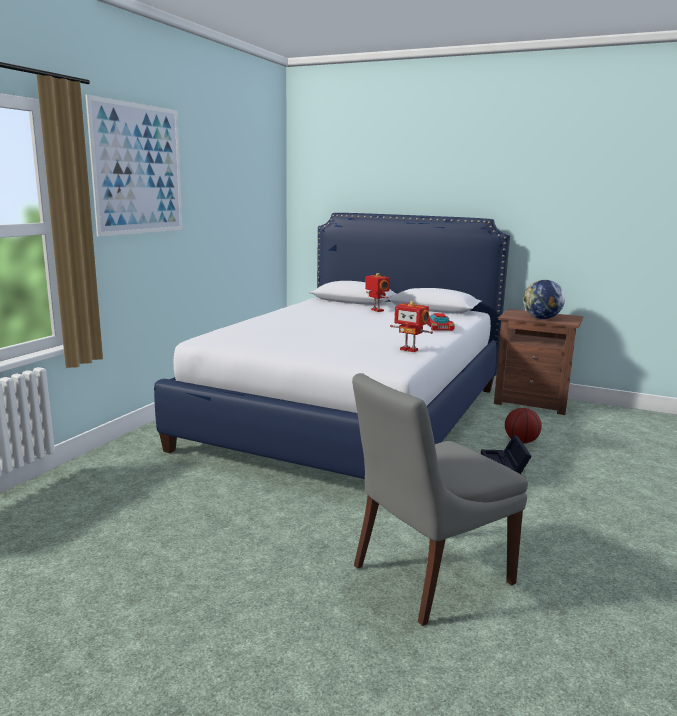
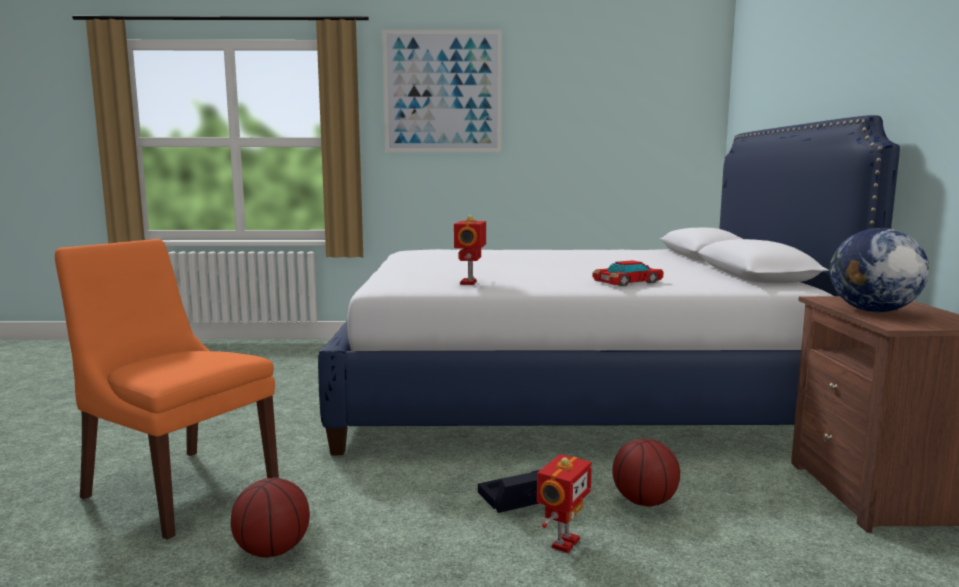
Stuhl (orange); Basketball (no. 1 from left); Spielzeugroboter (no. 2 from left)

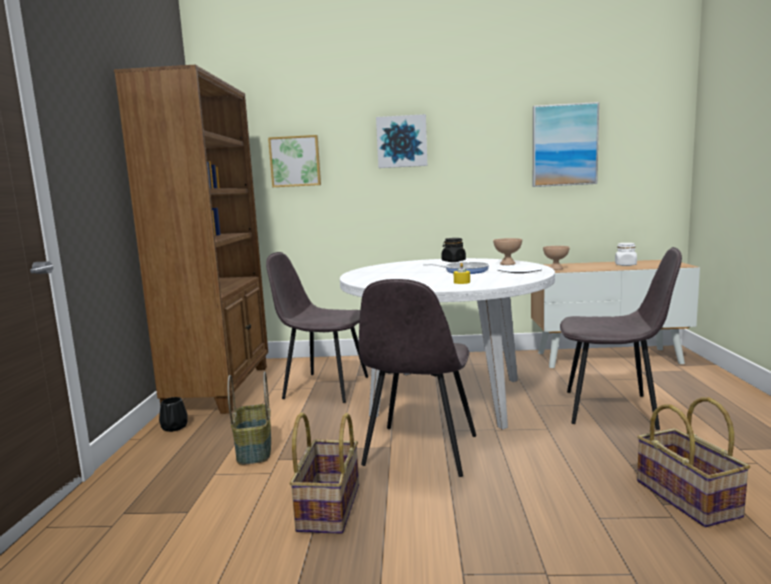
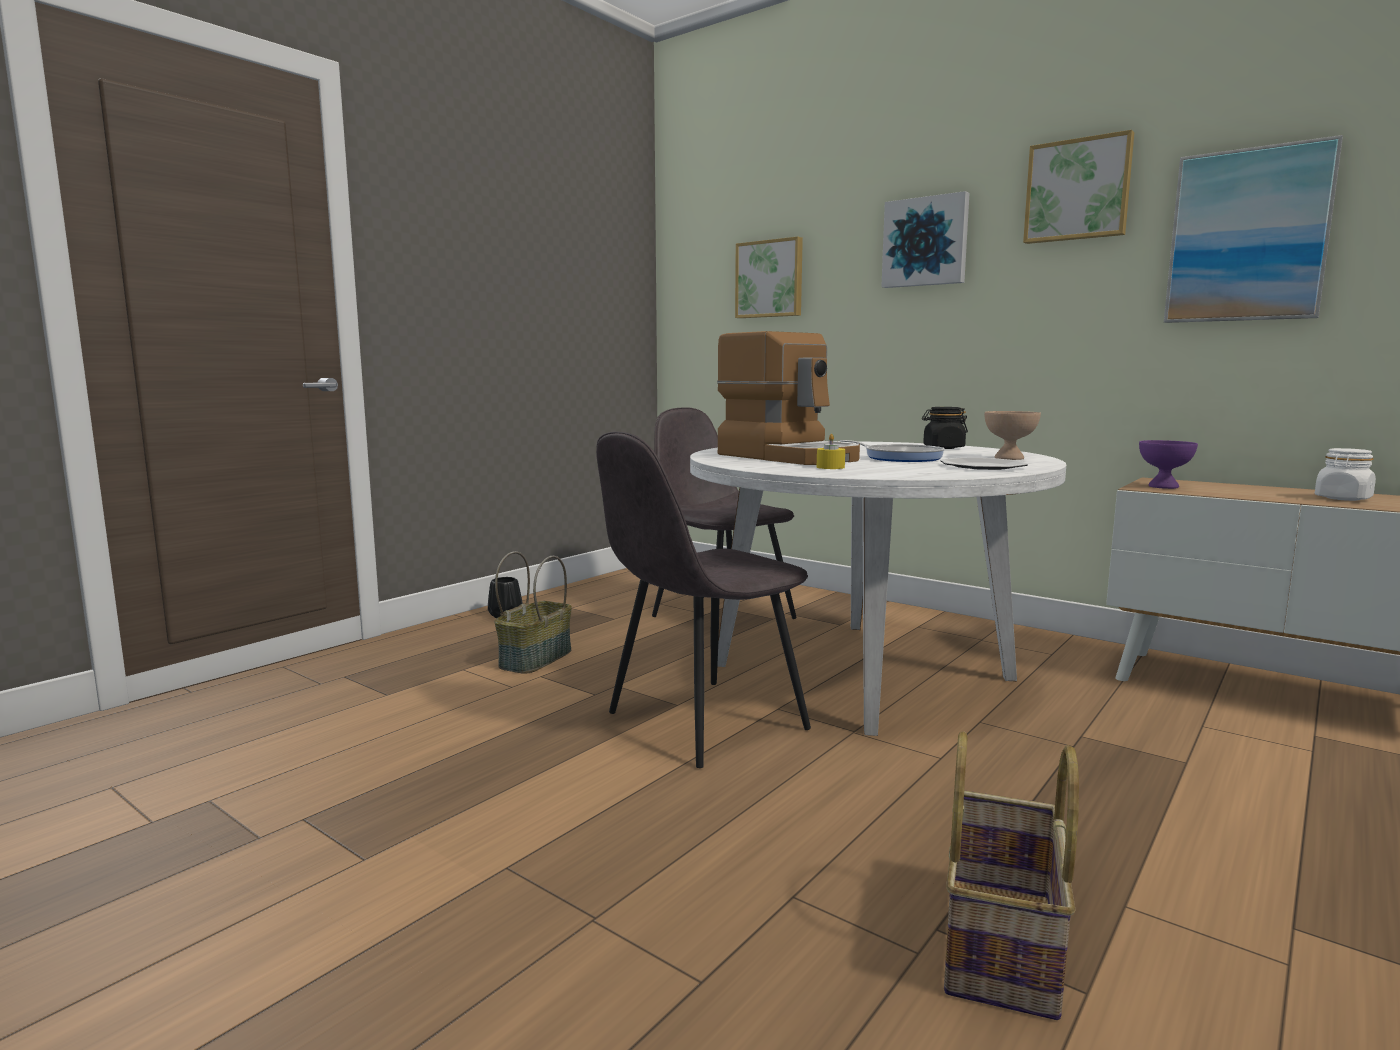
Kaffeemaschine; Bild (no. 3 from left); Schüssel (lila); Bücherregal (braun); Korb (no. 2 from left in the first image); Stuhl (grau) (no. 3 from left in the first image)

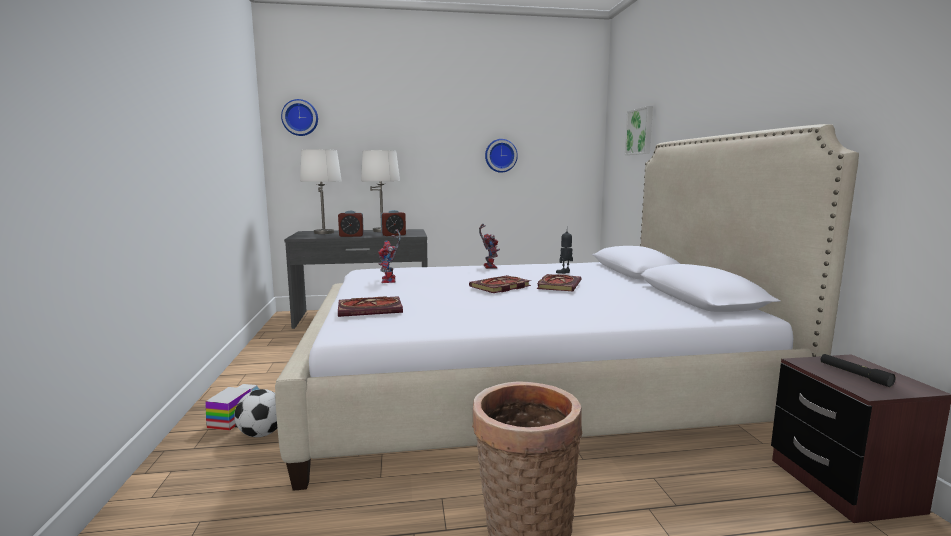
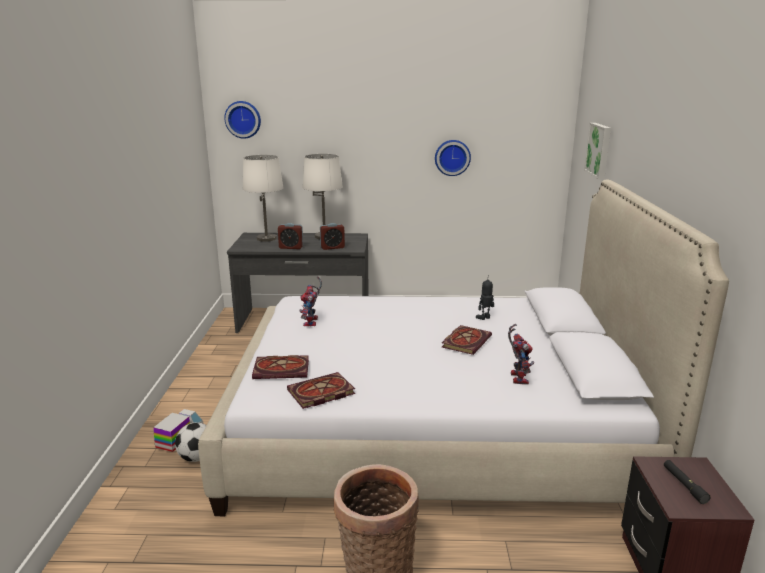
Buch (no. 2 from left); Spielzeugroboter (no. 3 from left)

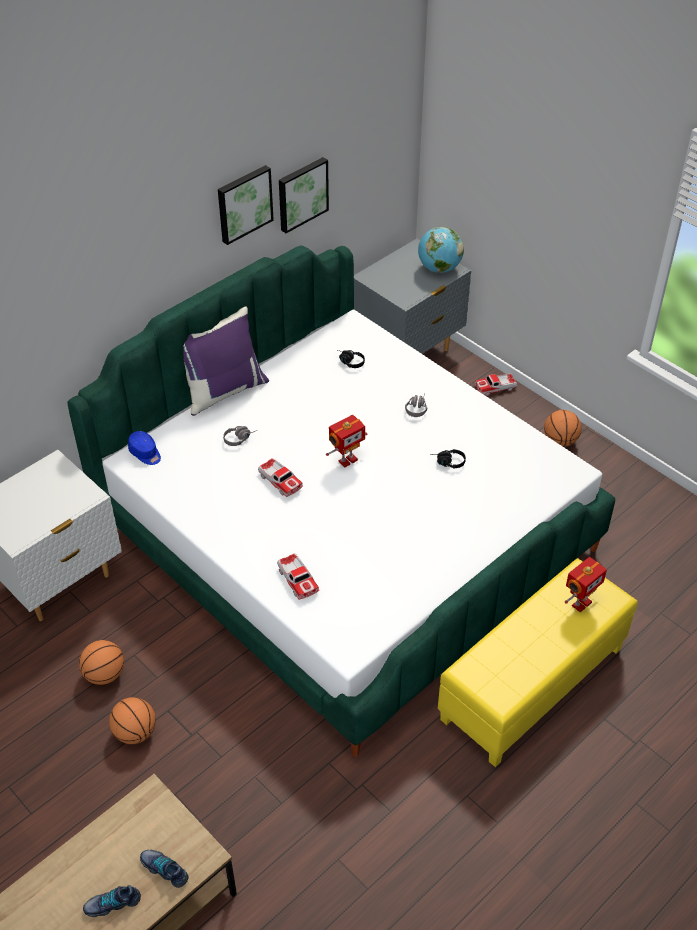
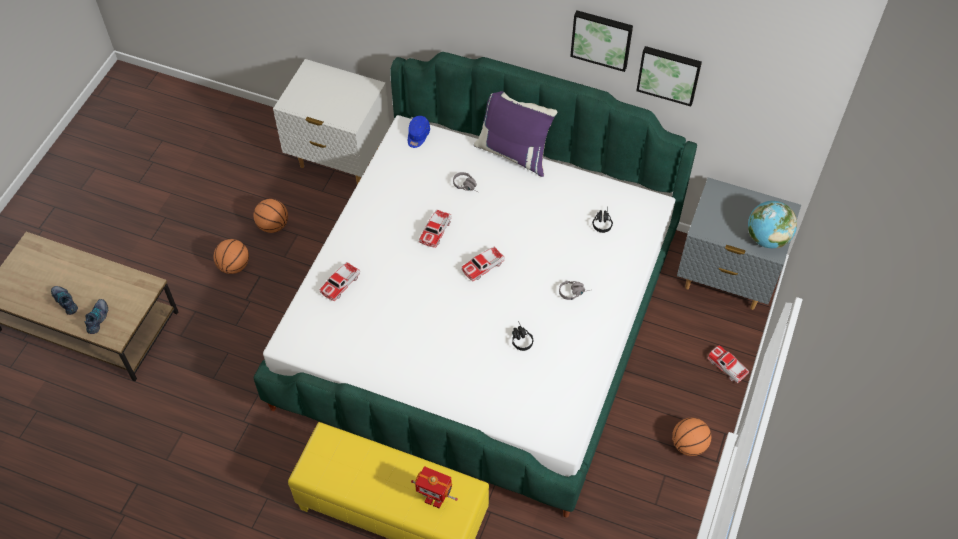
Spielzeugauto (no. 3 from left)

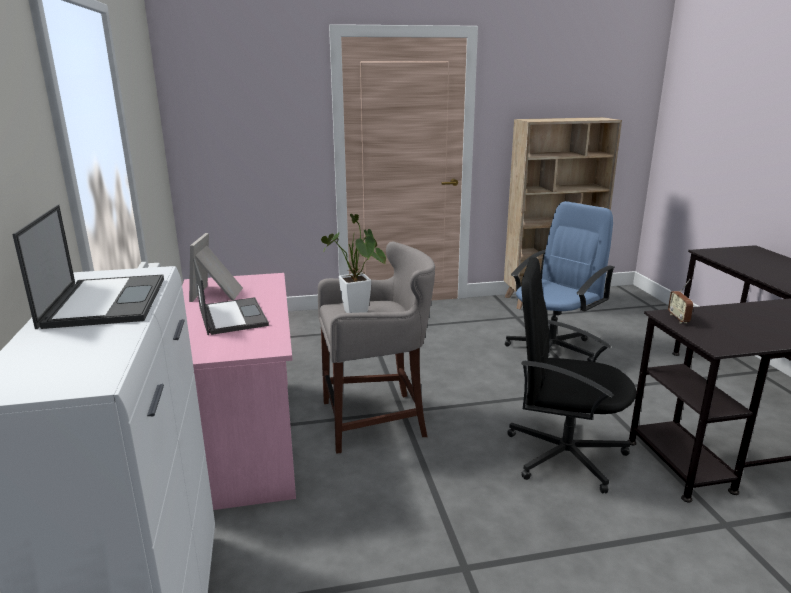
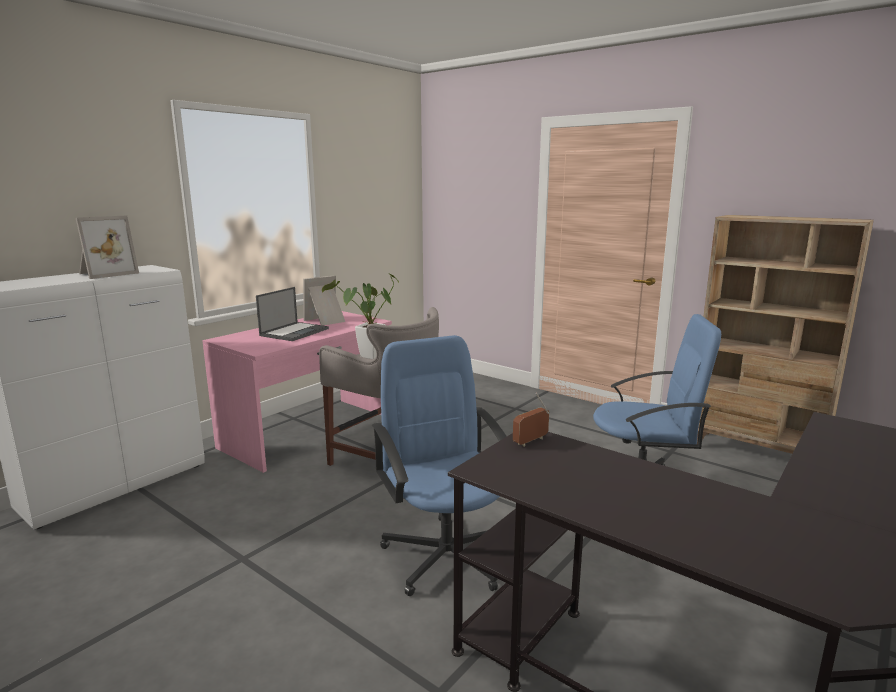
Bilderrahmen (no. 1 from left); Bürostuhl (blau) (no. 1 from left)

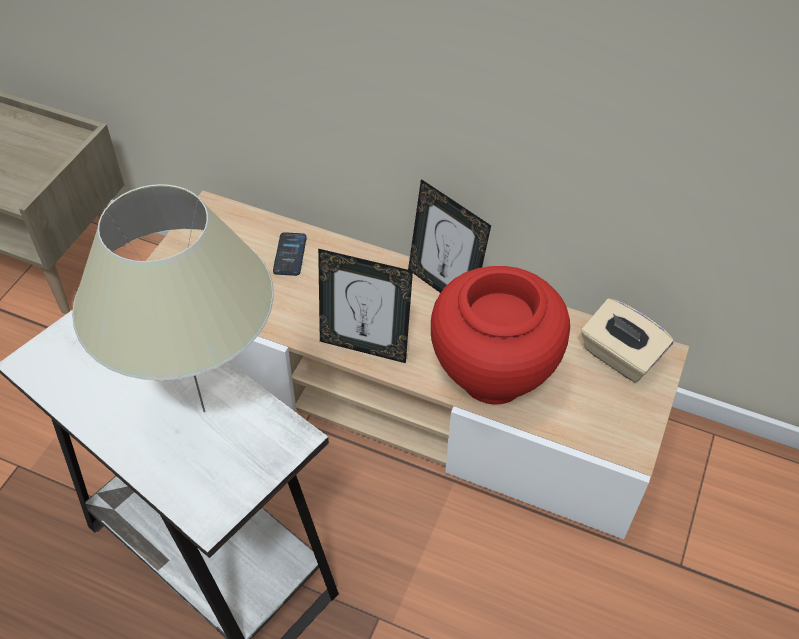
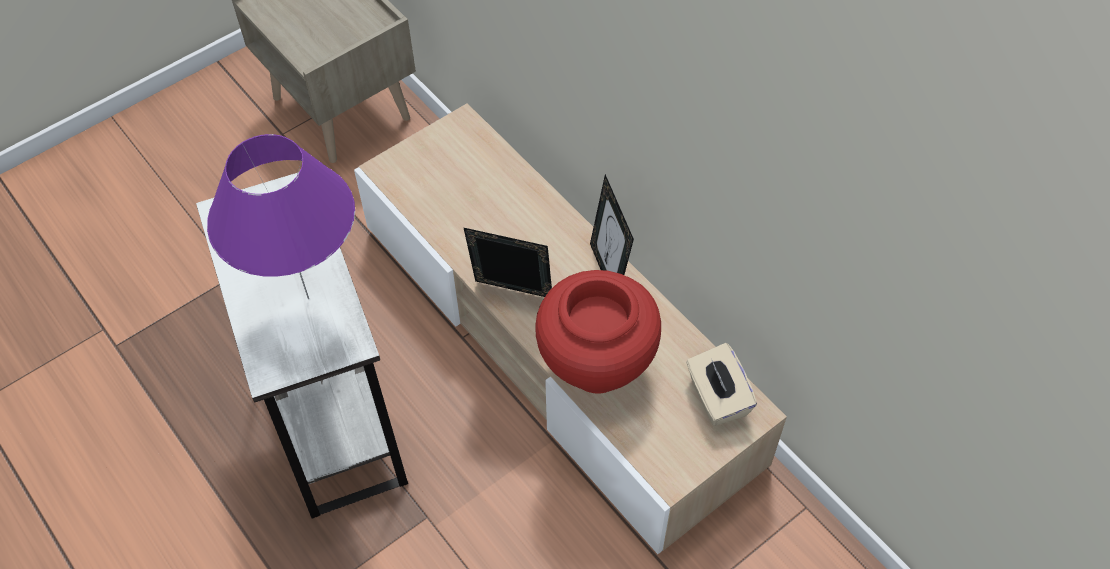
Tischlampe (lila); Bilderrahmen (no. 1 from left); Handy

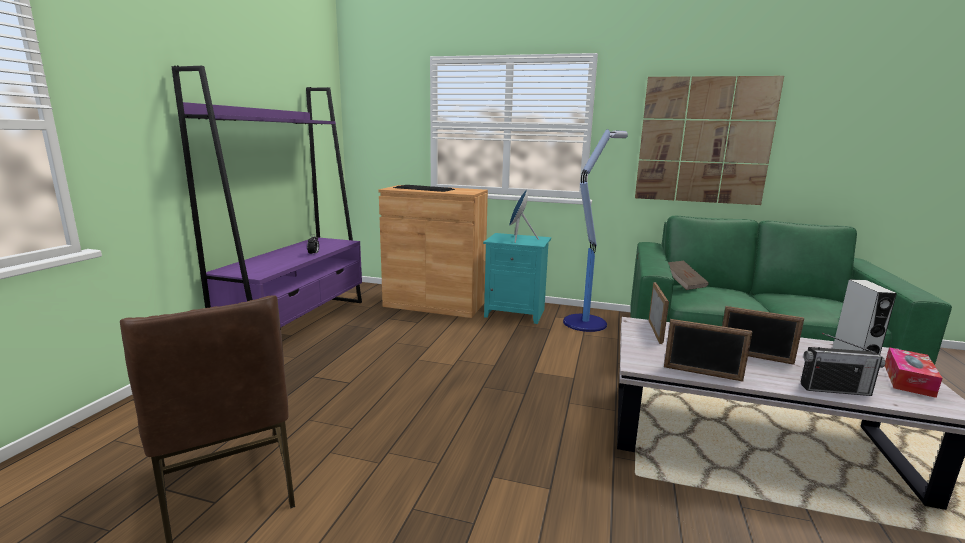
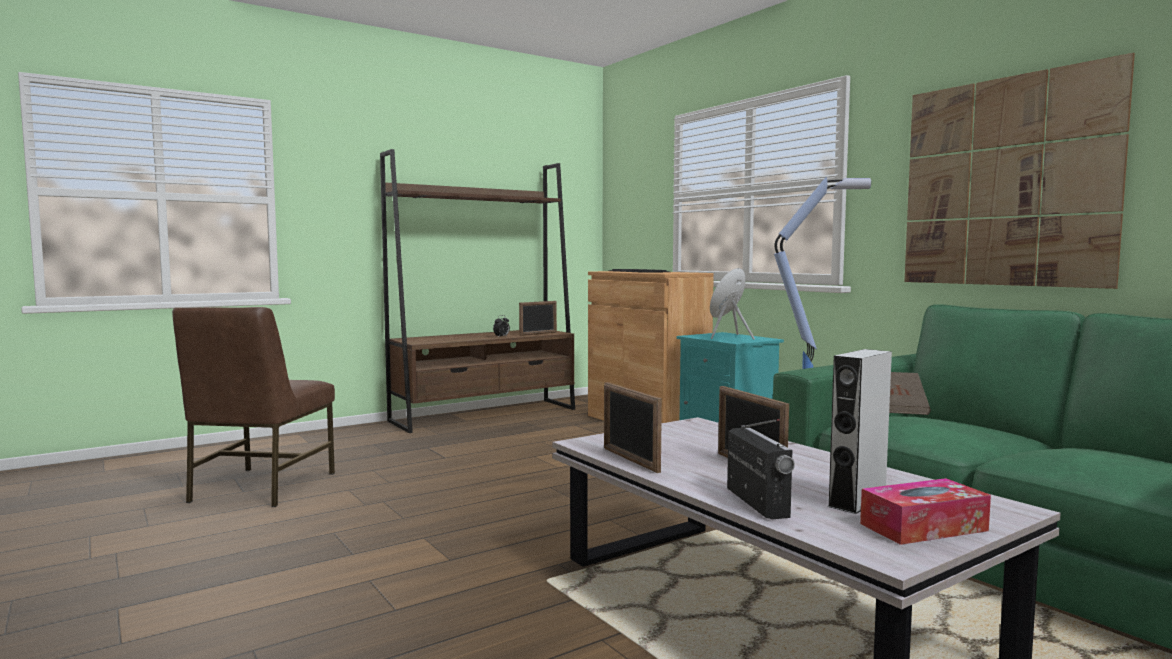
Bücherregal (braun); Bilderrahmen (no. 1 from left); Radio

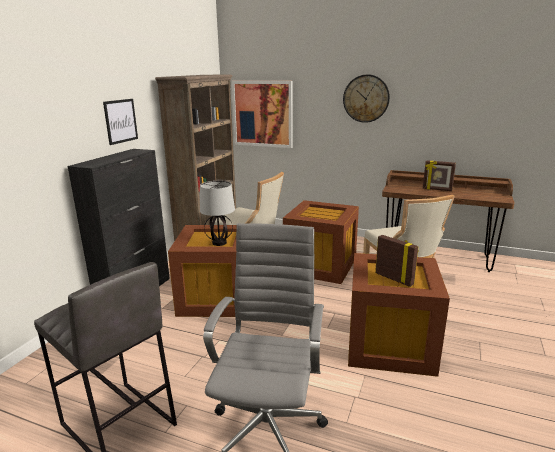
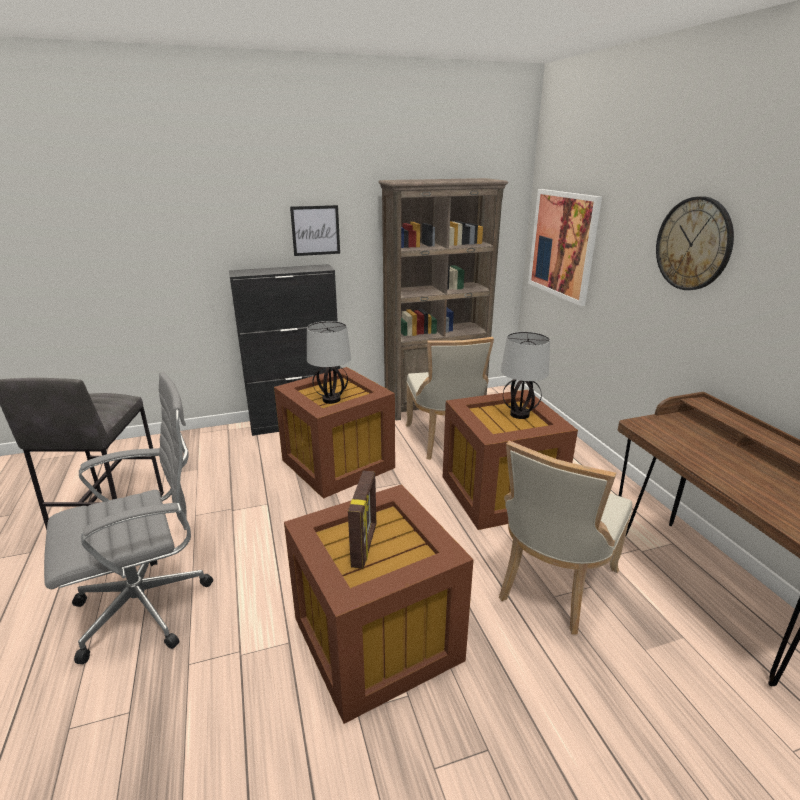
Tischlampe (no. 2 from left); Bilderrahmen (no. 2 from left in the first image)

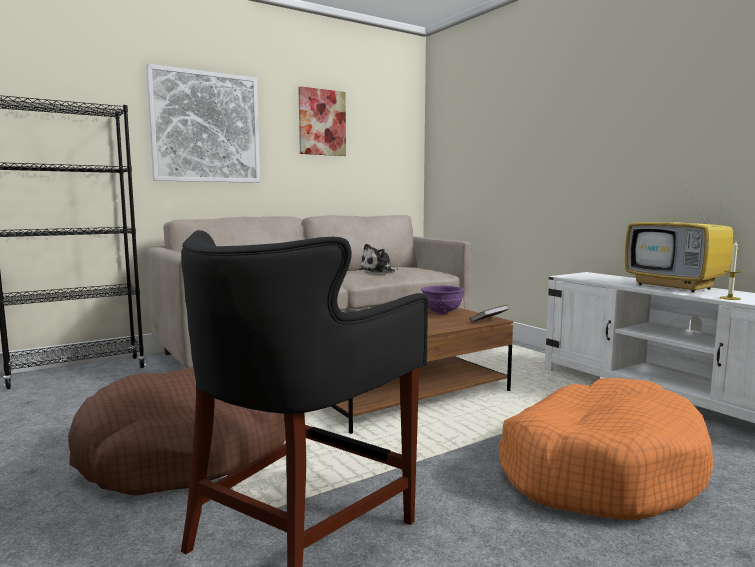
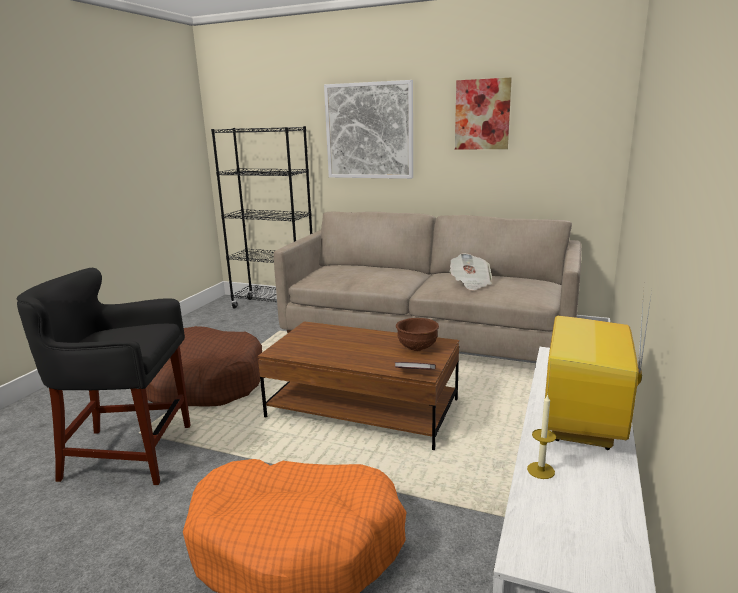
Schüssel (braun); Zeitung

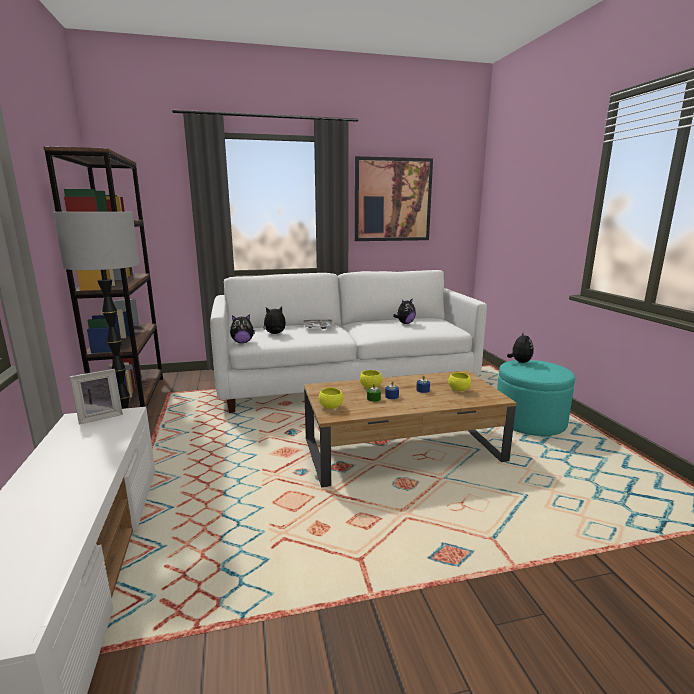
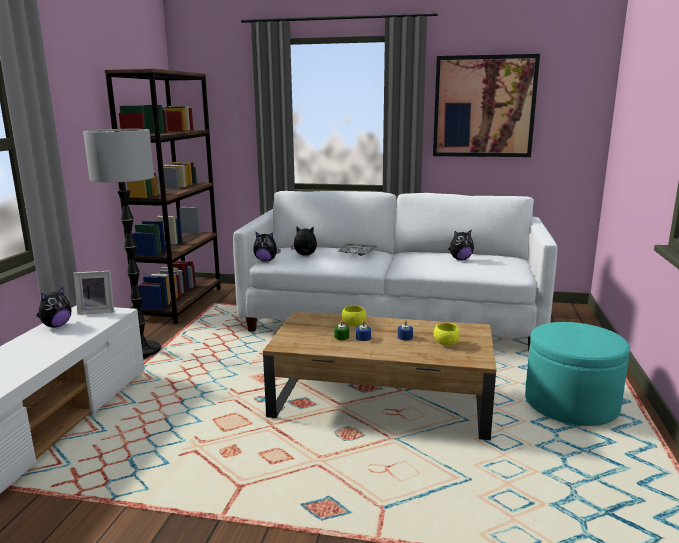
Plüschtier (no. 1 from left); Schüssel (gelb) (no. 1 from left in the first image)

